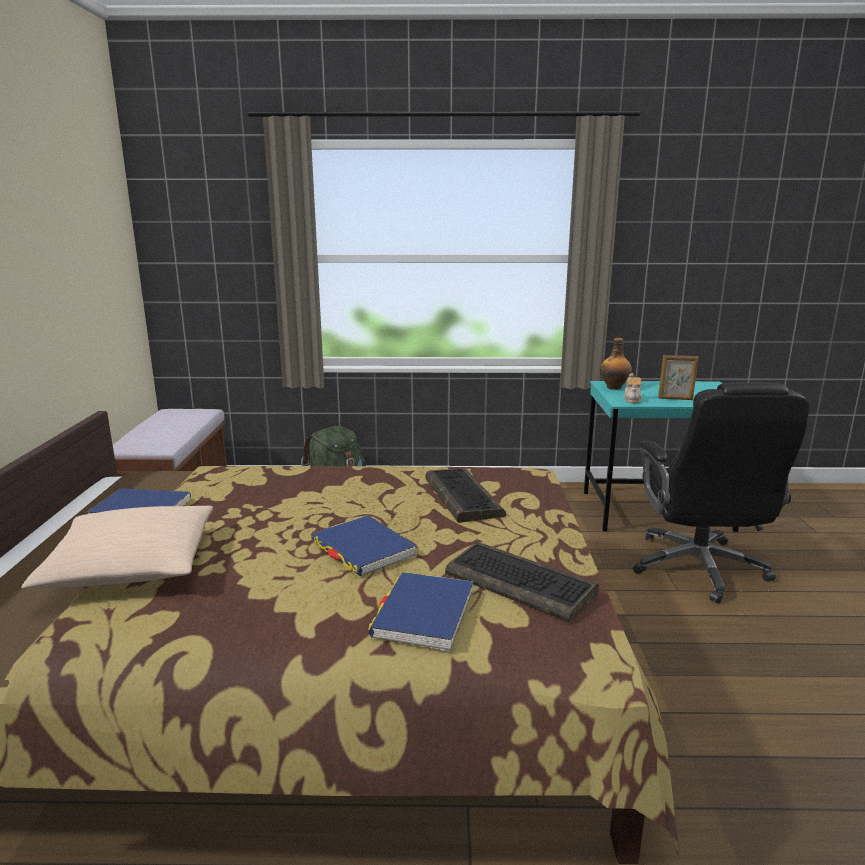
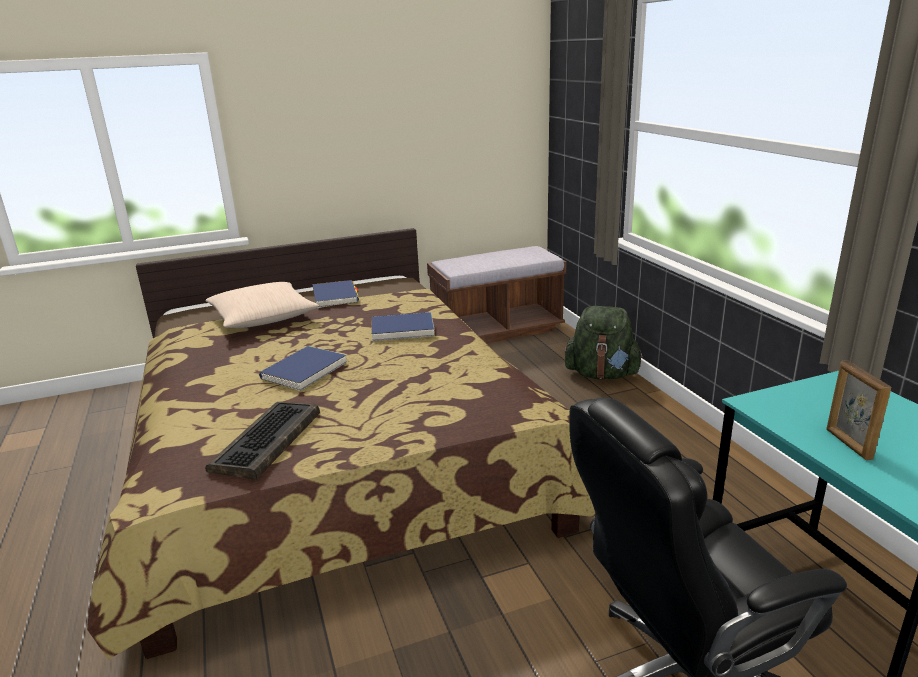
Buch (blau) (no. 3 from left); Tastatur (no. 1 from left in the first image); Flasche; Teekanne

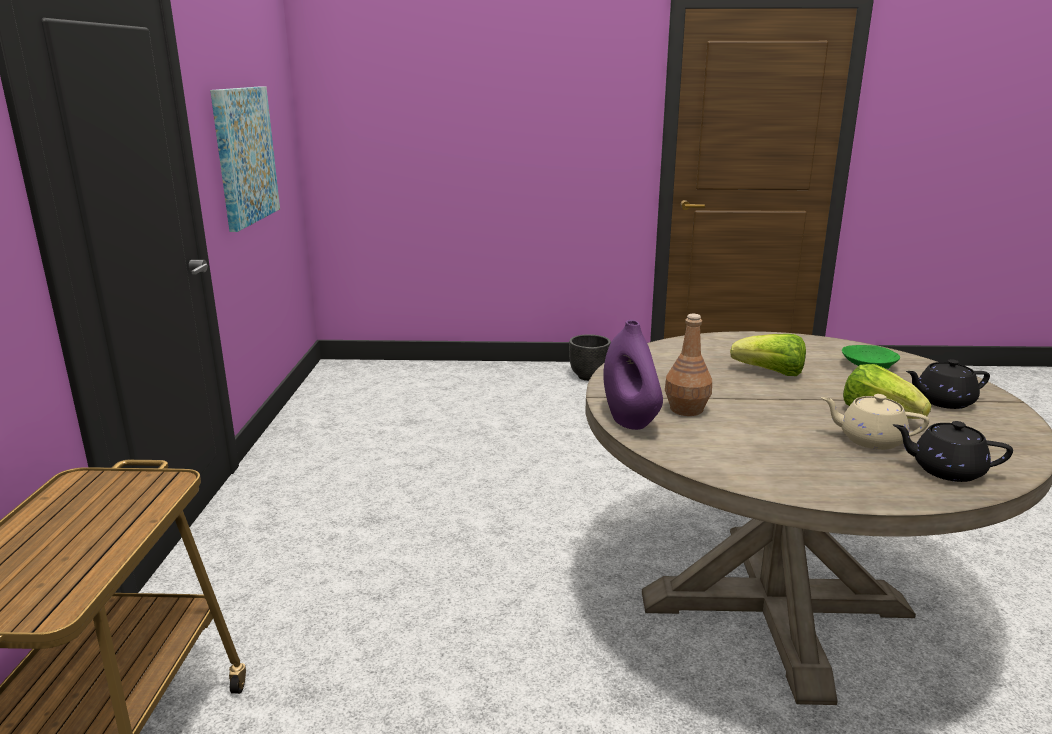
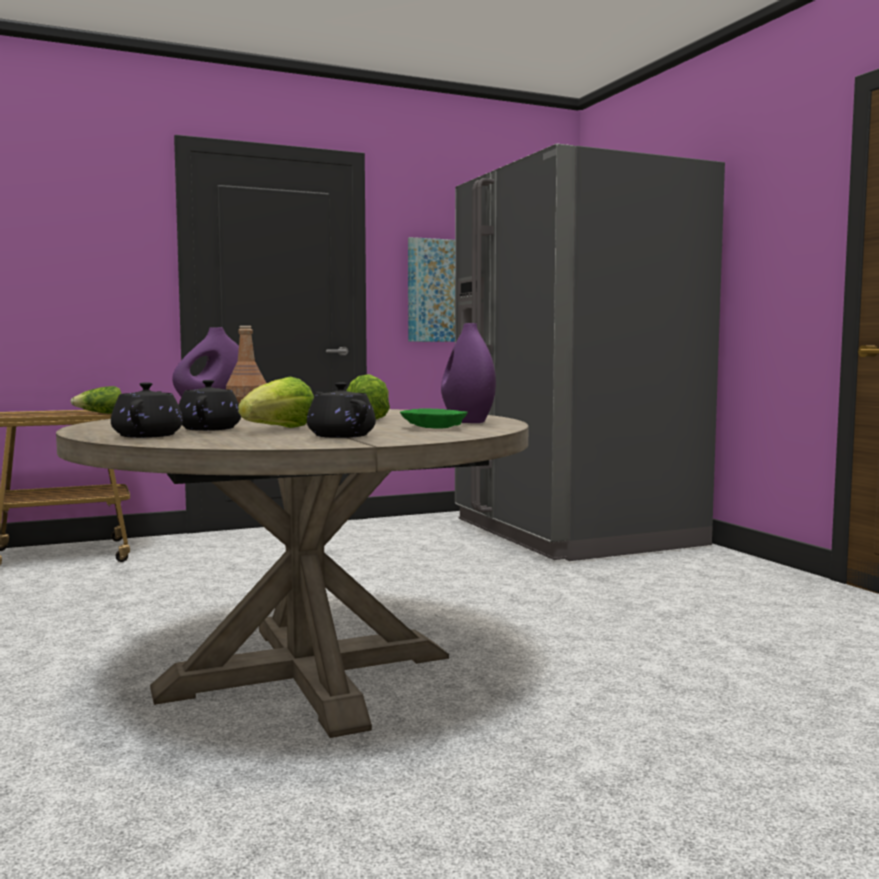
Salatkopf (no. 1 from left); Teekanne (schwarz) (no. 2 from left); Vase (lila) (no. 2 from left); Kühlschrank (grau); Pflanzkübel (schwarz)

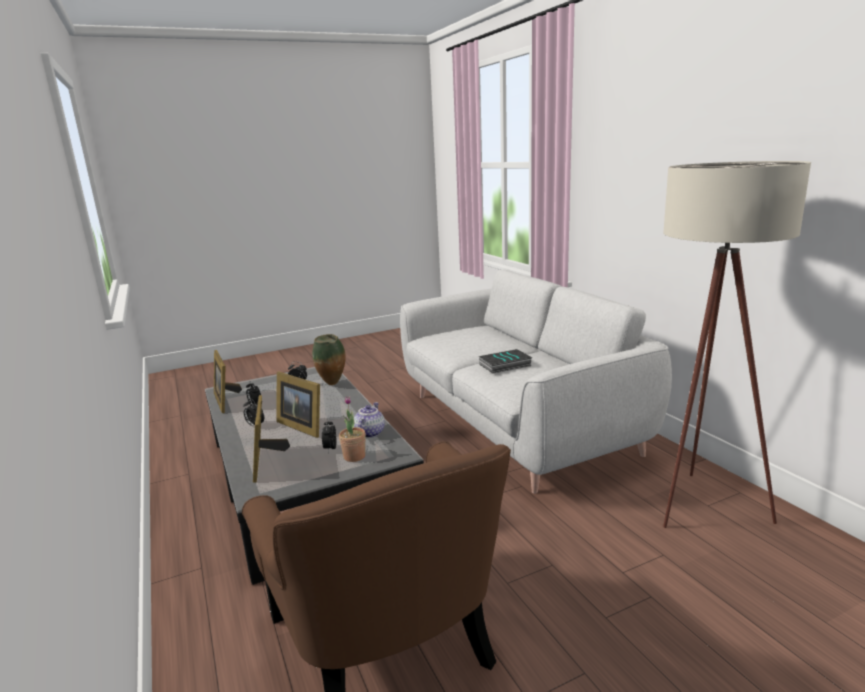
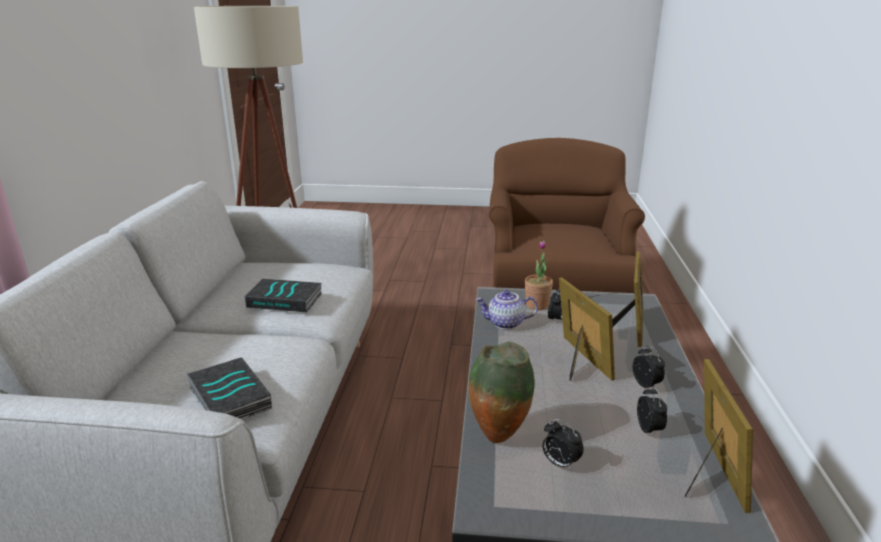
Buch (no. 1 from left); Teekanne

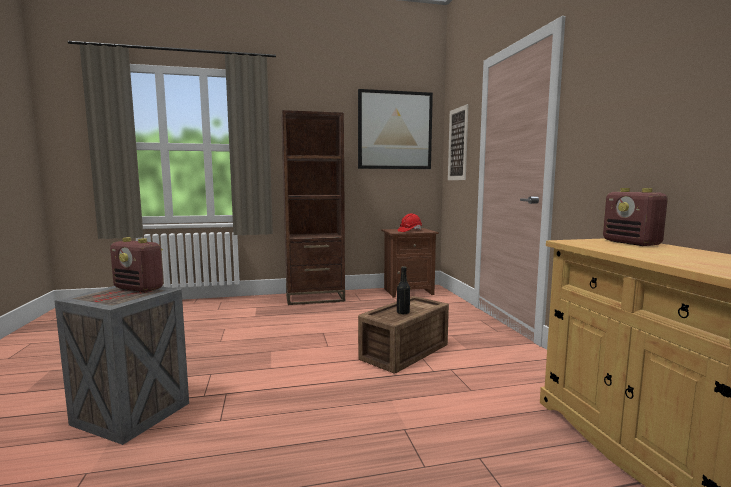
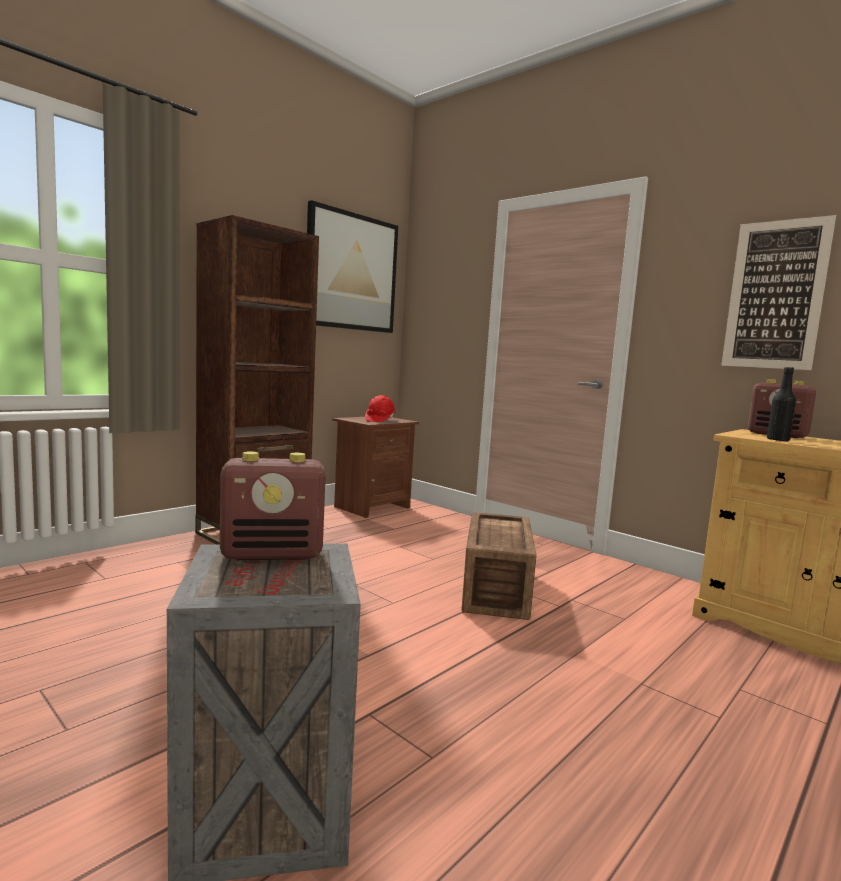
Bild (no. 2 from left); Flasche (schwarz)

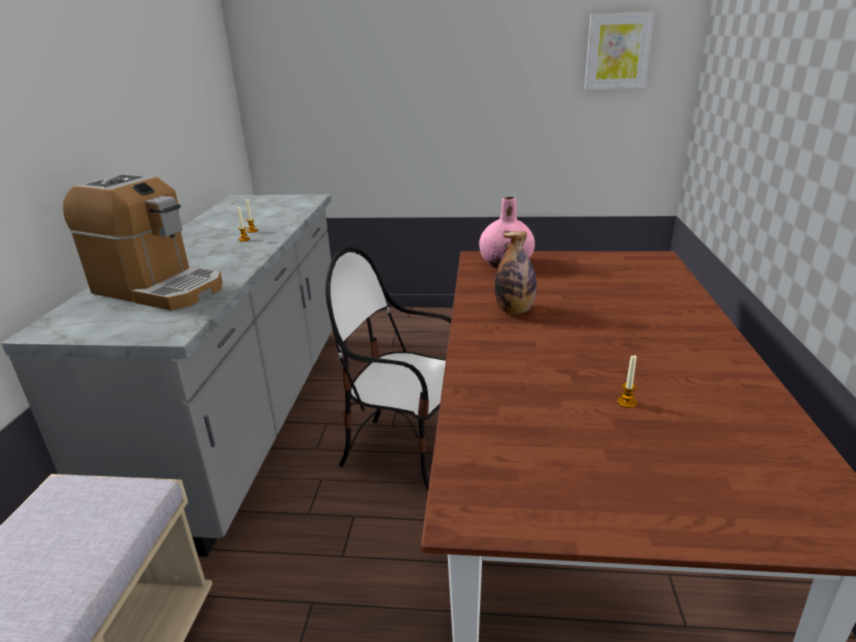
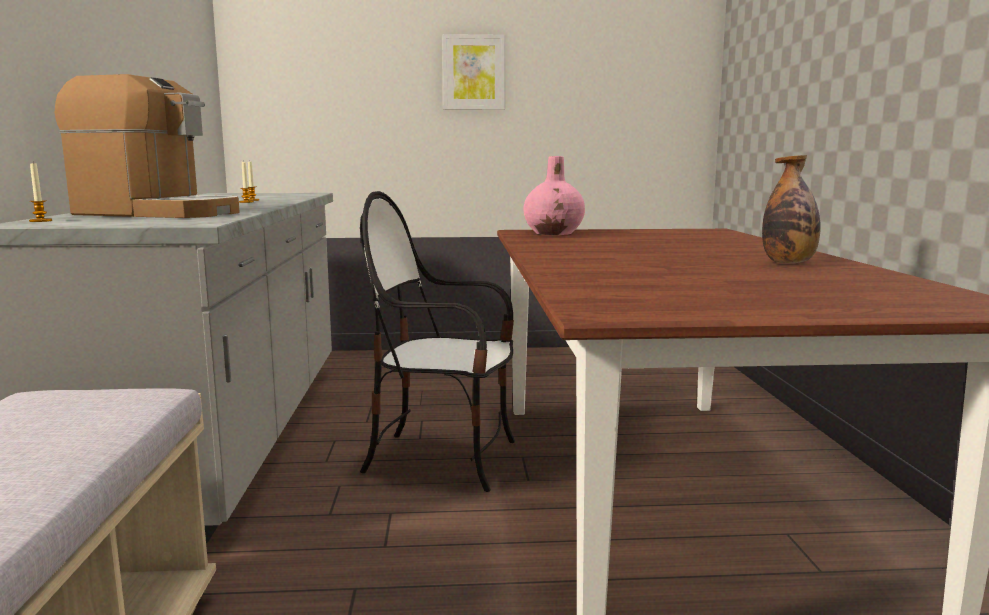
Kerze (no. 1 from left); Bild; Flasche

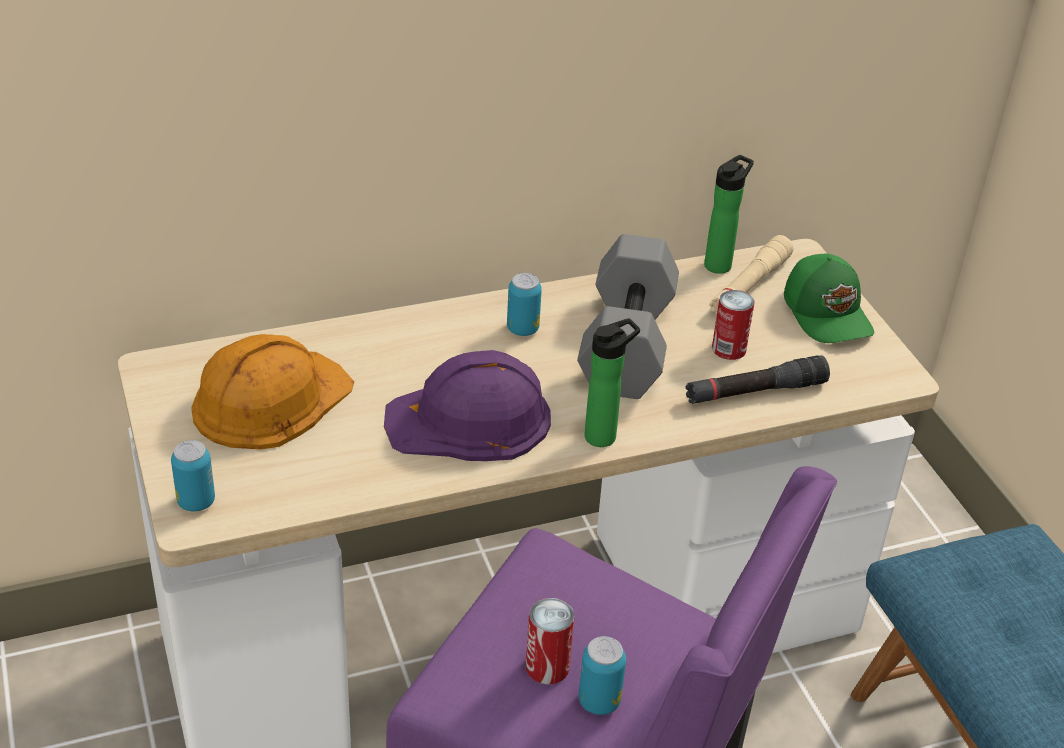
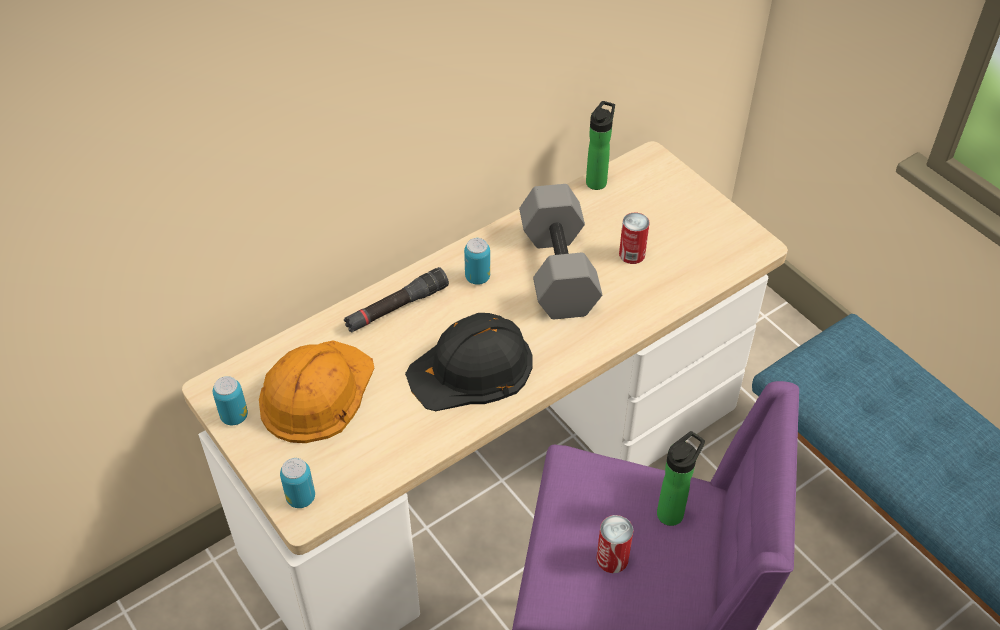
Dose (no. 1 from left); Taschenlampe (schwarz); Schutzhelm (schwarz); Flasche (no. 2 from left); Taschenlampe (beige); Kappe (grün)

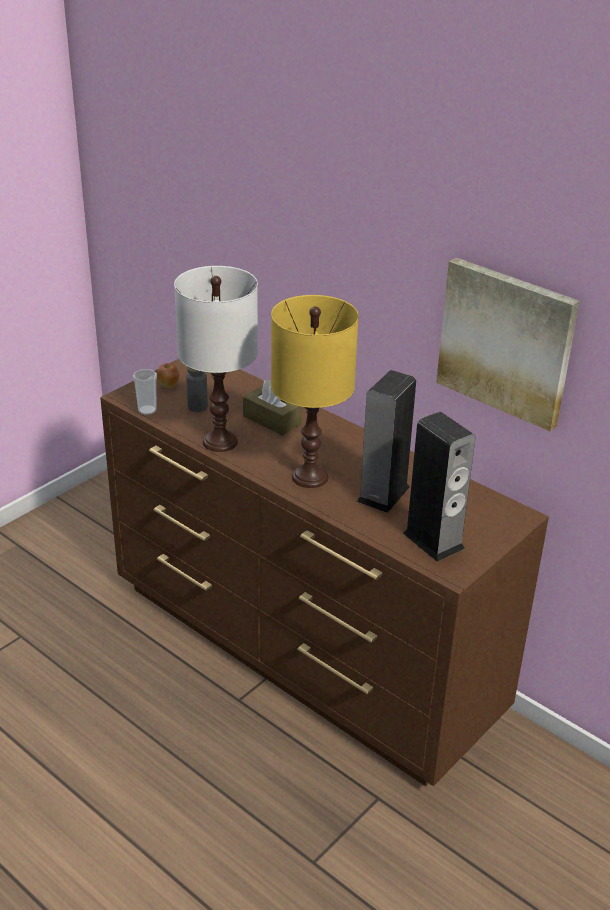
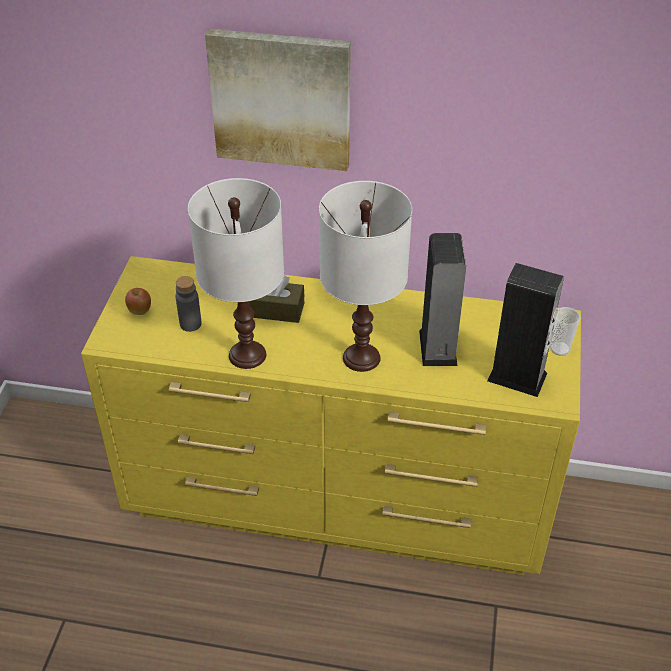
Kommode (gelb); Bild; Tischlampe (weiß) (no. 2 from left); Tasse

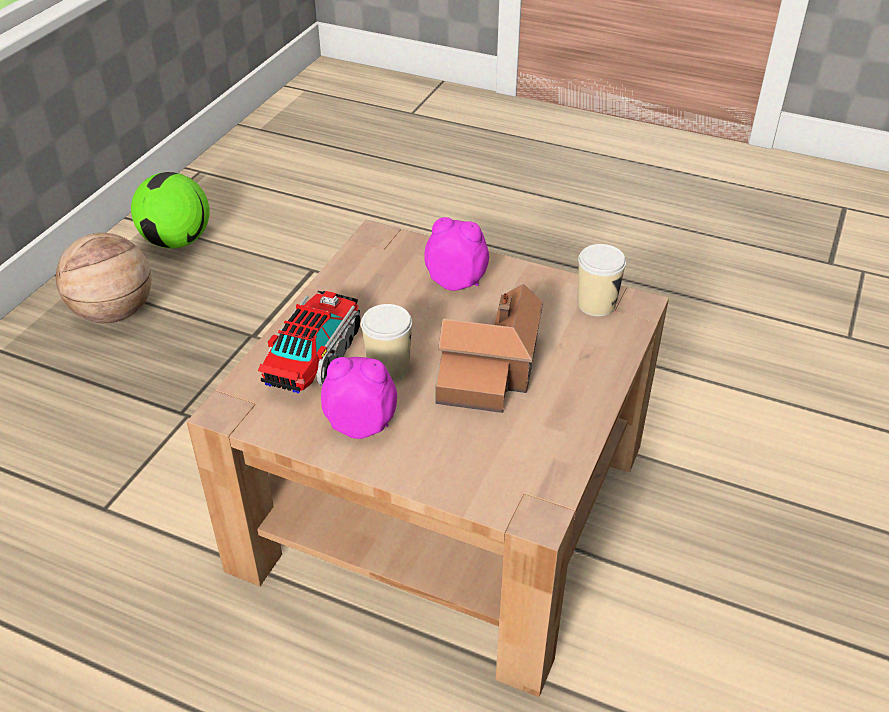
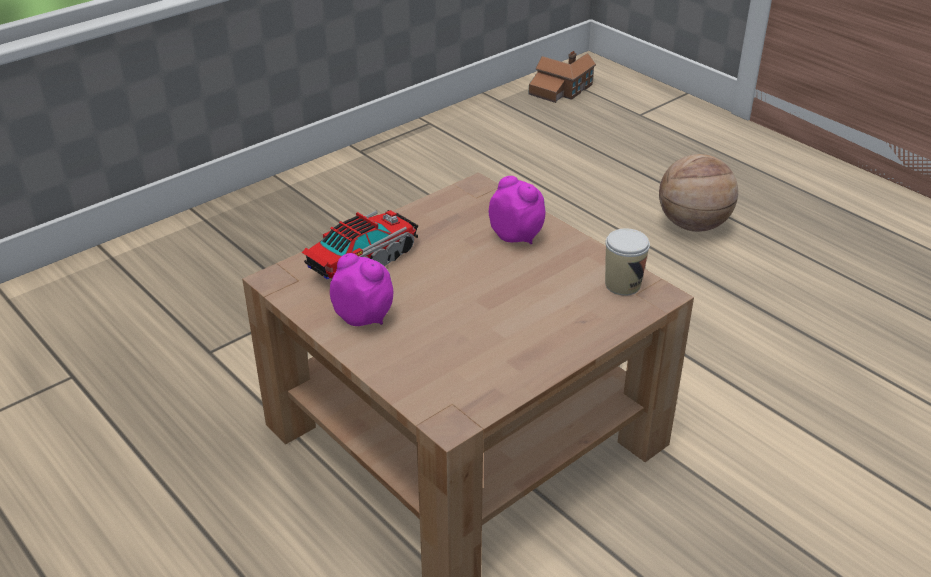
Spielzeughaus; Basketball; Fußball; Tasse (no. 1 from left in the first image)

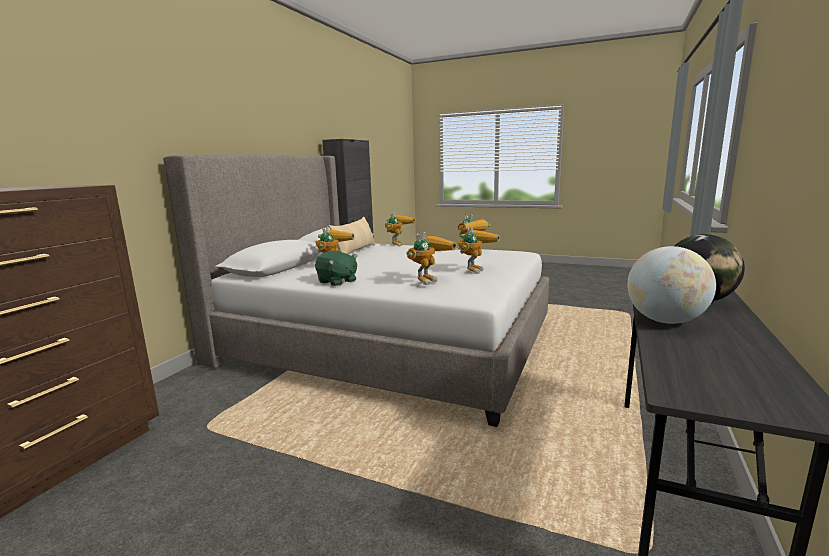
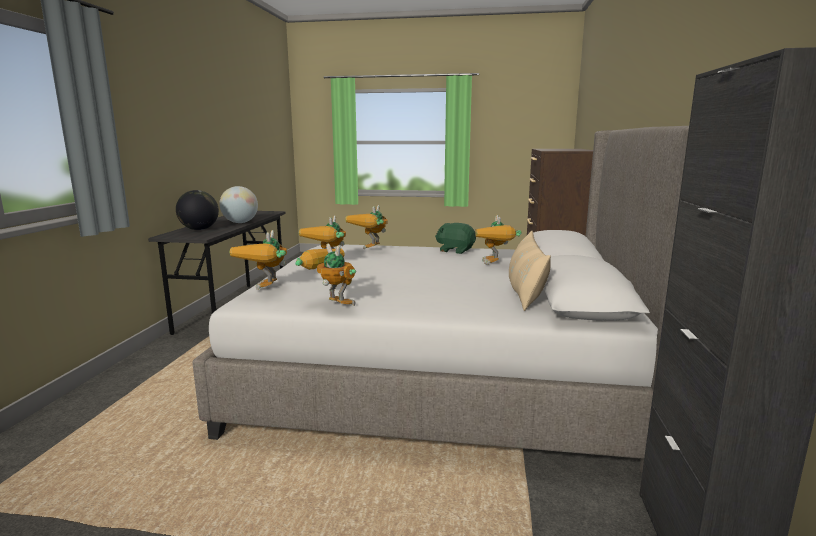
Spielzeugroboter (no. 1 from left)

